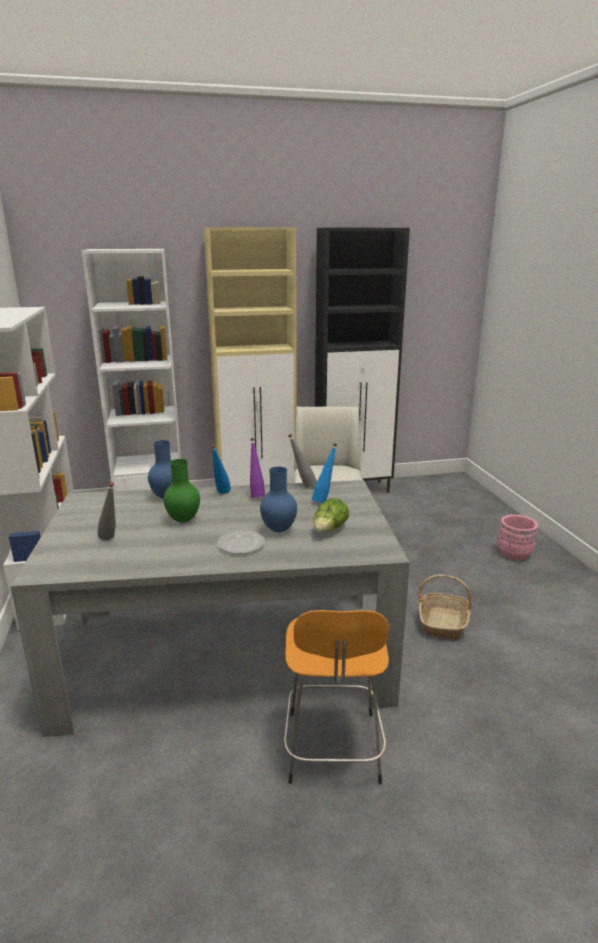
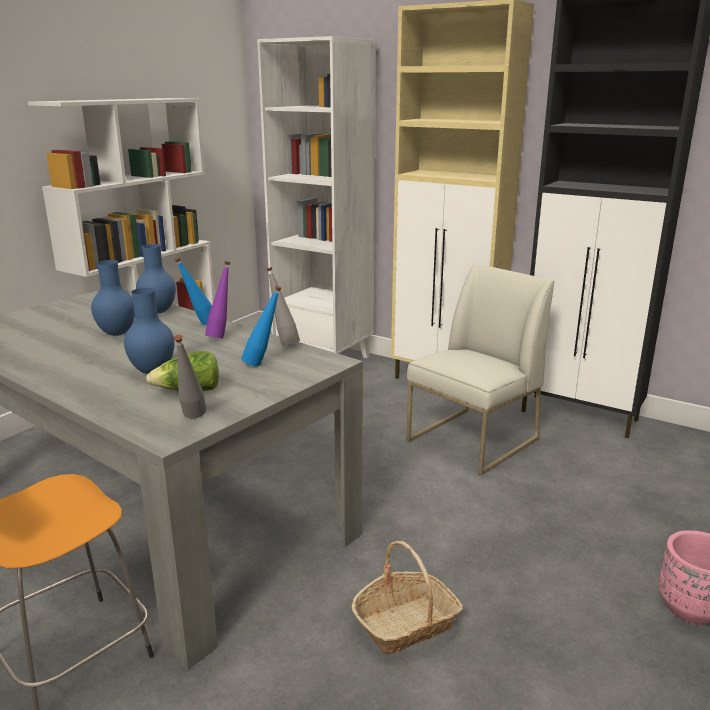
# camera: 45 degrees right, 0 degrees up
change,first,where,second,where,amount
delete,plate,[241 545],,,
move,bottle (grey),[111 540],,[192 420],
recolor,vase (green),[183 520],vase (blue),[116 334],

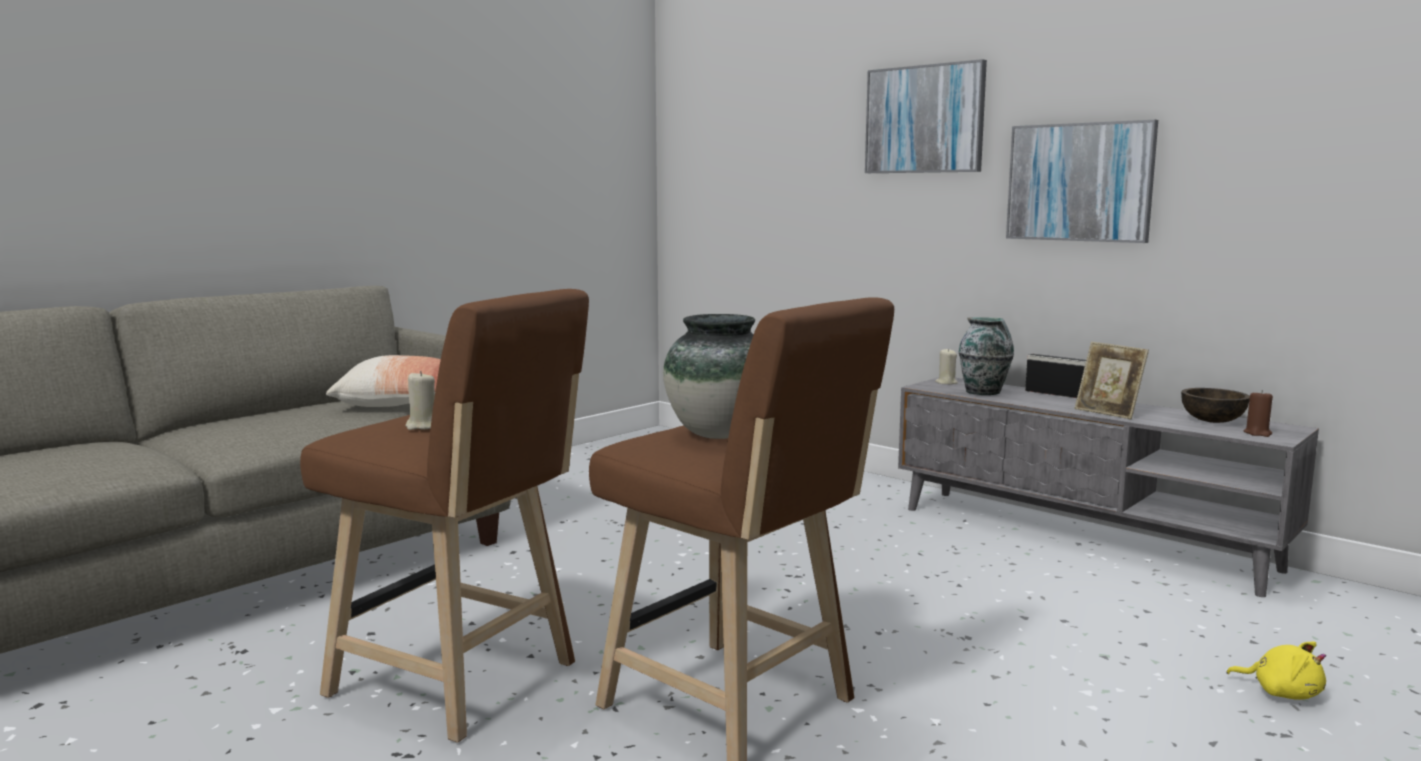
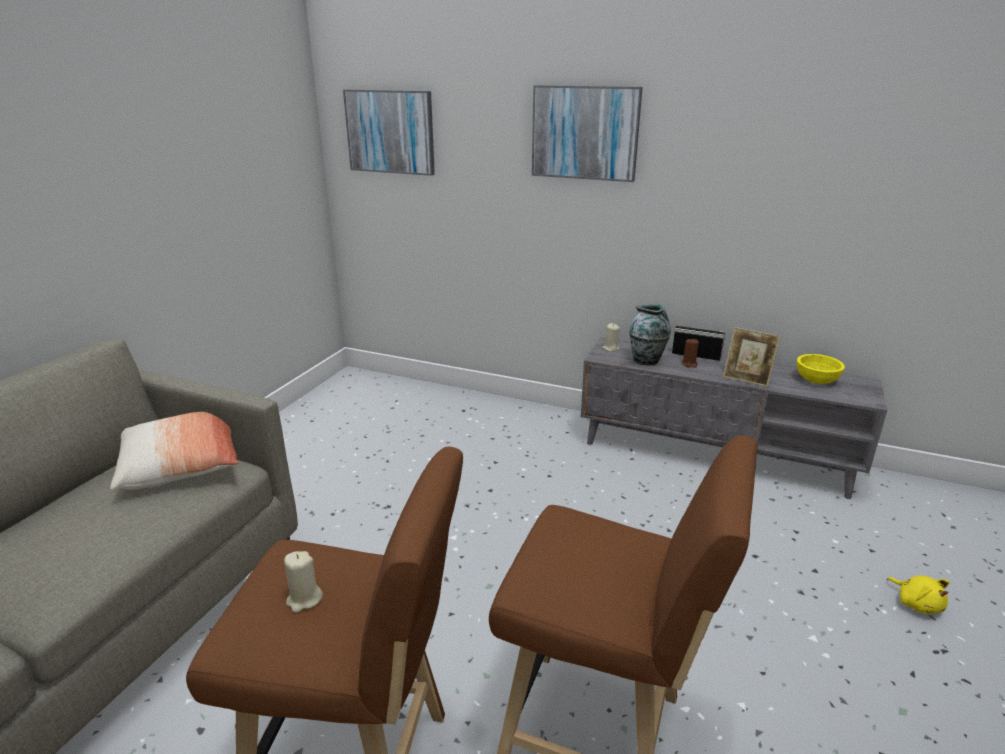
# camera: 20 degrees left, 15 degrees up
change,first,where,second,where,amount
delete,vase,[717 434],,,
move,picture,[1079 182],,[390 132],
move,candle (brown),[1257 433],,[689 364],
recolor,bowl (brown),[1212 421],bowl (yellow),[816 380],
rotate,plush toy (yellow),[1281 692],,[917 603],45 degrees clockwise

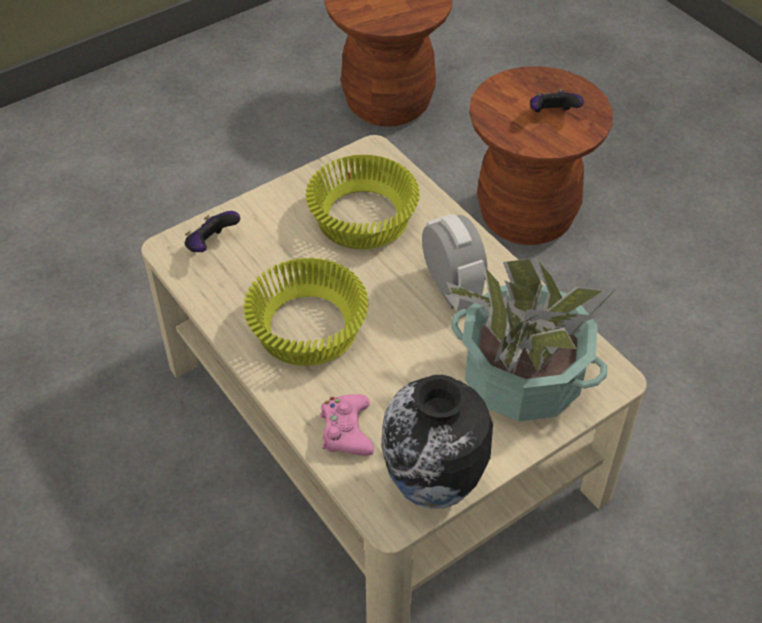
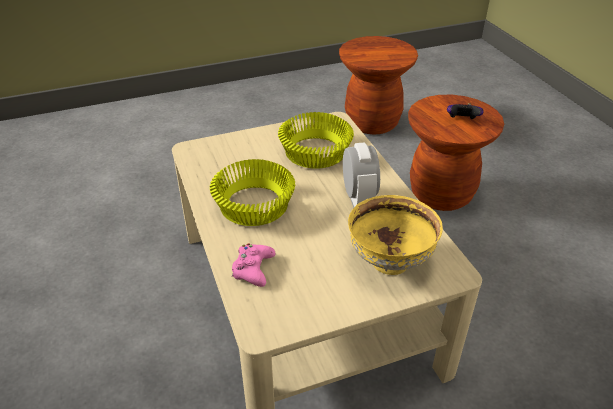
# camera: 15 degrees right, 10 degrees down
change,first,where,second,where,amount
delete,game controller,[211 245],,,
delete,vase,[433 488],,,
replace,potted plant,[522 379],bowl (yellow),[389 261],

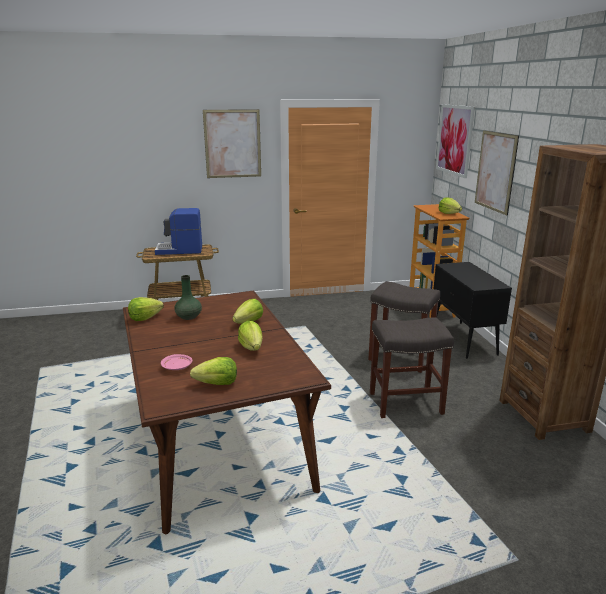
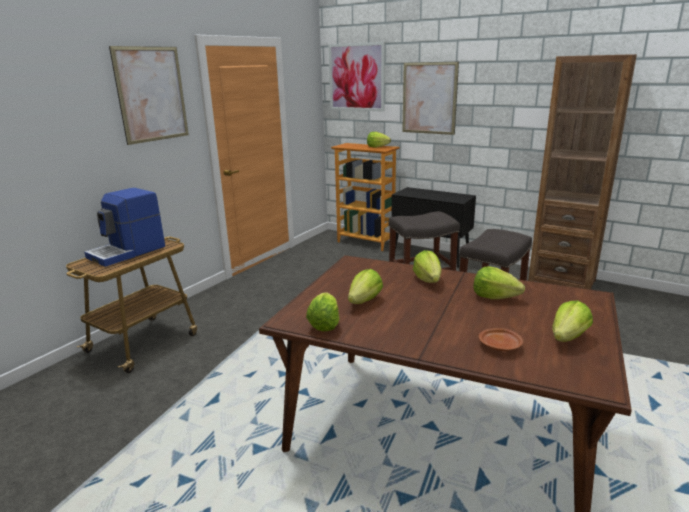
# camera: 45 degrees left, 0 degrees up
change,first,where,second,where,amount
replace,vase (green),[189 317],lettuce,[364 301],
recolor,plate (pink),[177 367],plate (brown),[500 346],

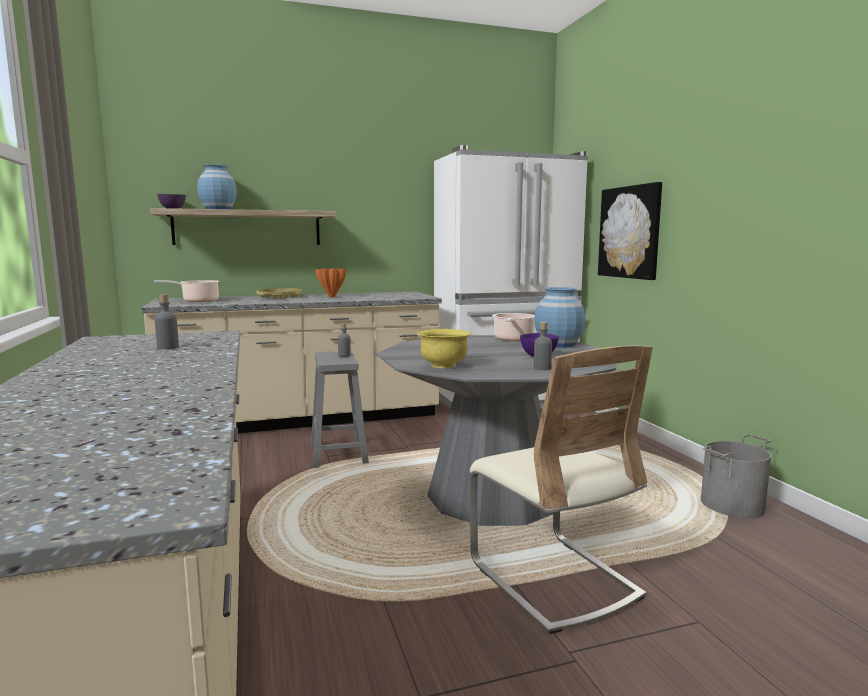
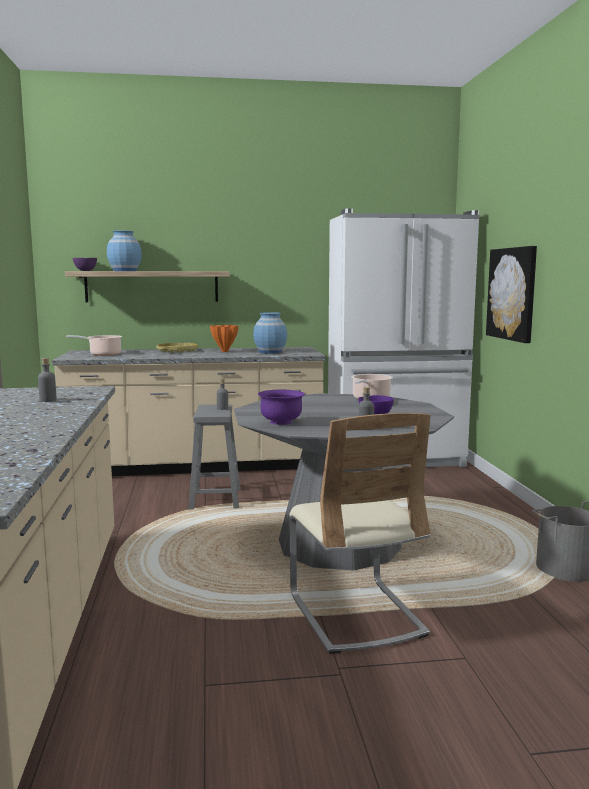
# camera: 10 degrees right, 0 degrees up
change,first,where,second,where,amount
move,vase (blue),[558 345],,[270 352],
recolor,bowl (yellow),[444 365],bowl (purple),[281 422],

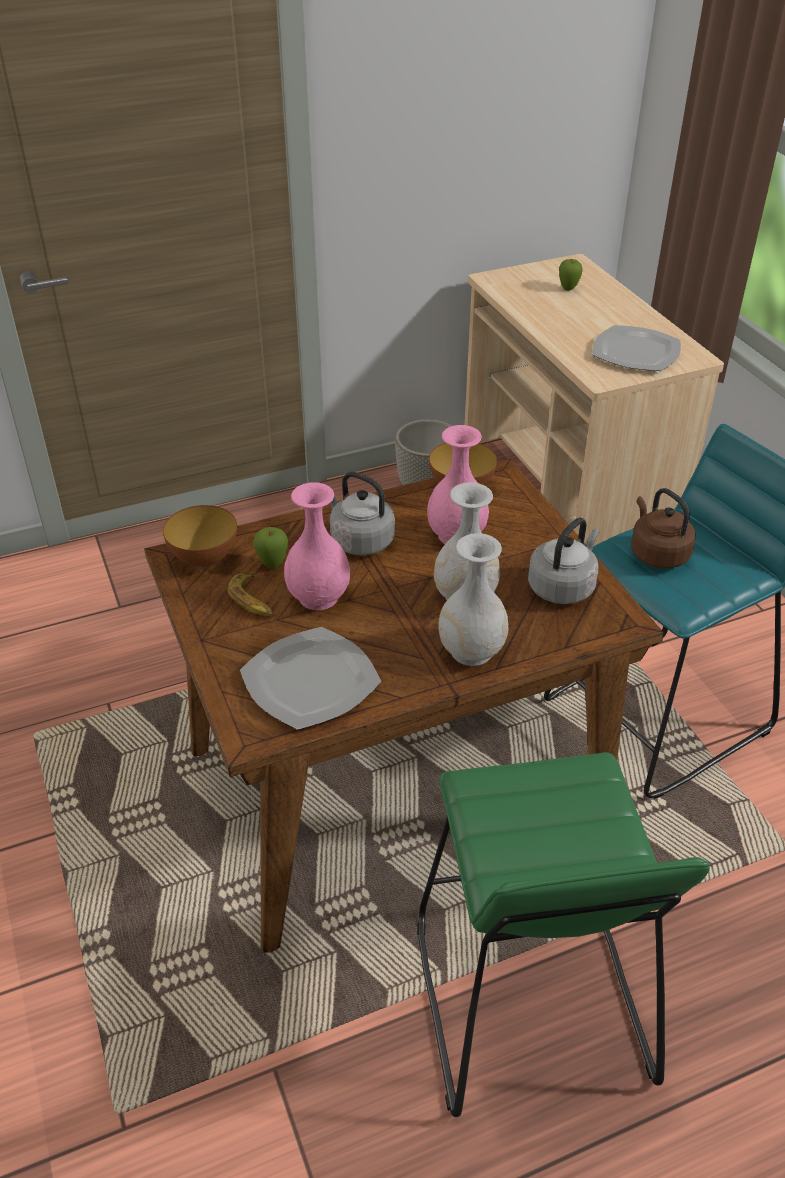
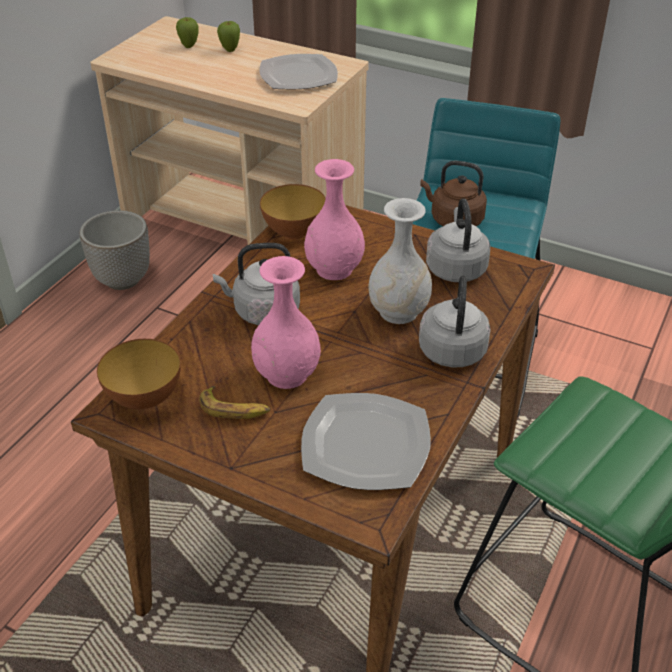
# camera: 40 degrees left, 0 degrees up
change,first,where,second,where,amount
move,apple,[272 565],,[230 50],
replace,vase (white),[471 650],kettle (grey),[452 348],

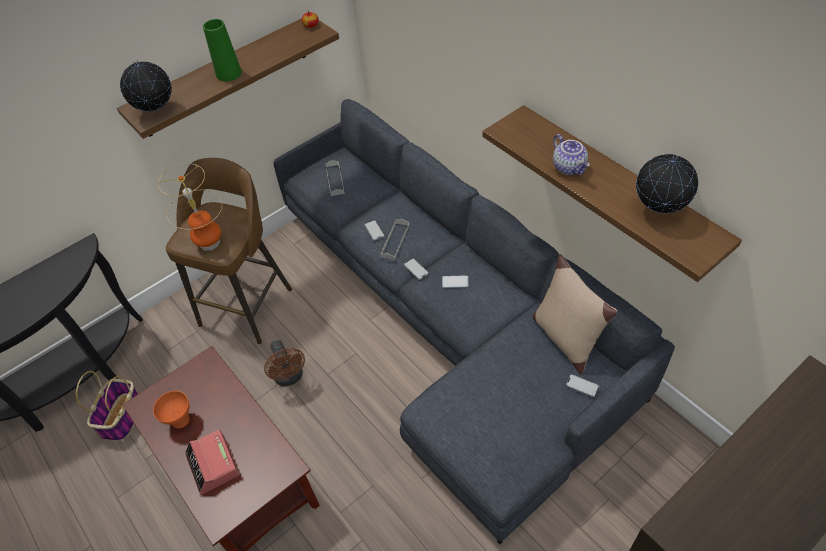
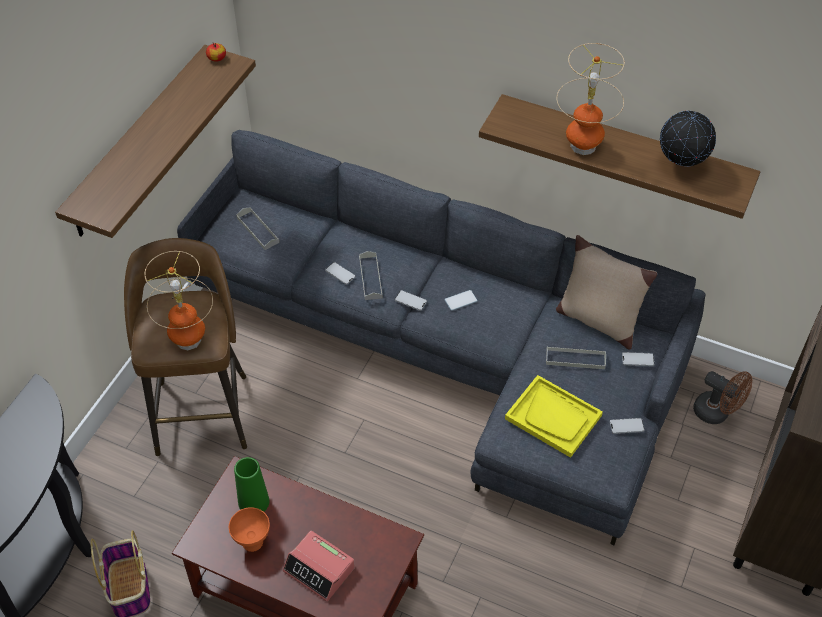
# camera: 30 degrees left, 0 degrees up
change,first,where,second,where,amount
delete,globe,[157 111],,,
insert,,,tray (yellow),[553 417],
insert,,,tray (grey),[575 359],
insert,,,phone,[626 426],
move,vase (green),[228 73],,[253 502],
move,fan (brown),[290 377],,[717 413],
replace,teapot,[569 167],table lamp,[583 145],

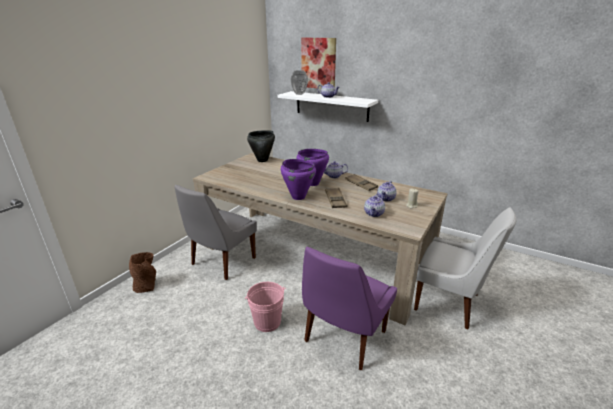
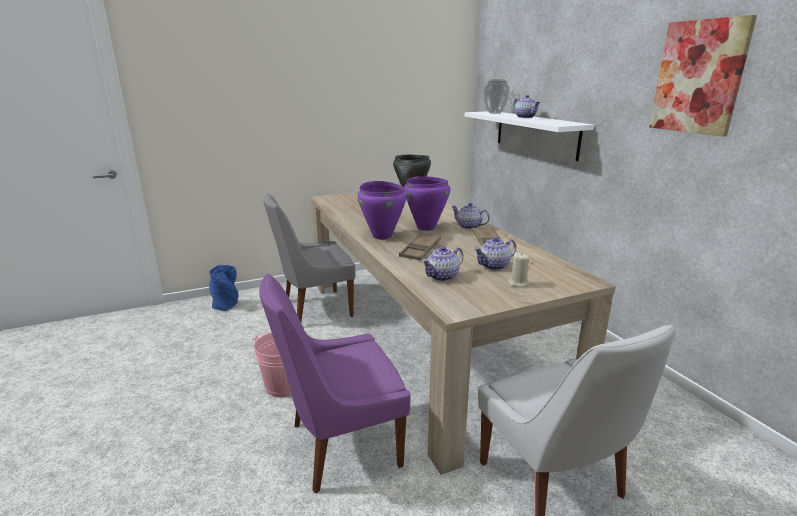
# camera: 35 degrees right, 5 degrees down
change,first,where,second,where,amount
move,picture,[318 63],,[699 77],
recolor,vase (brown),[147 286],vase (blue),[226 305],

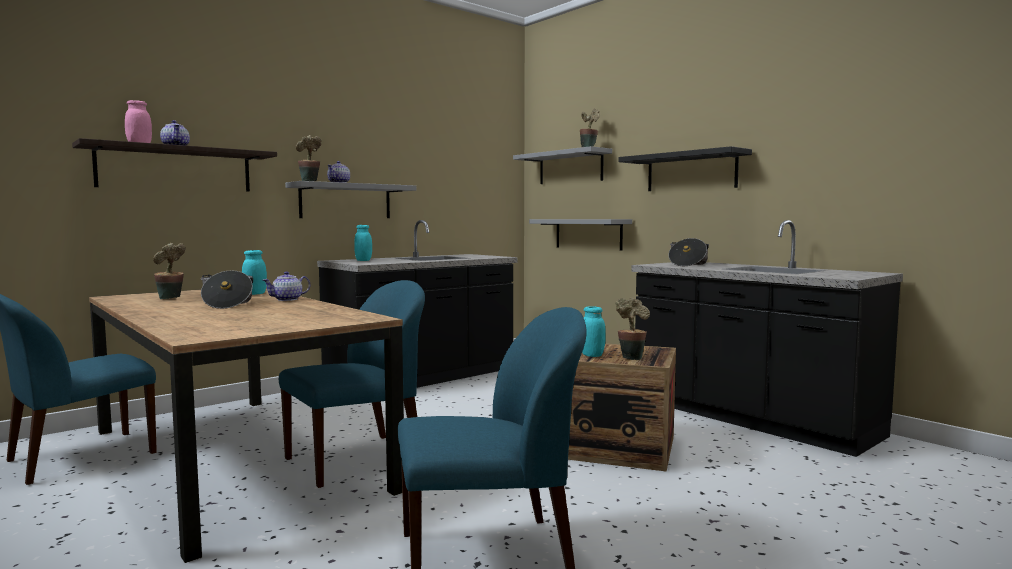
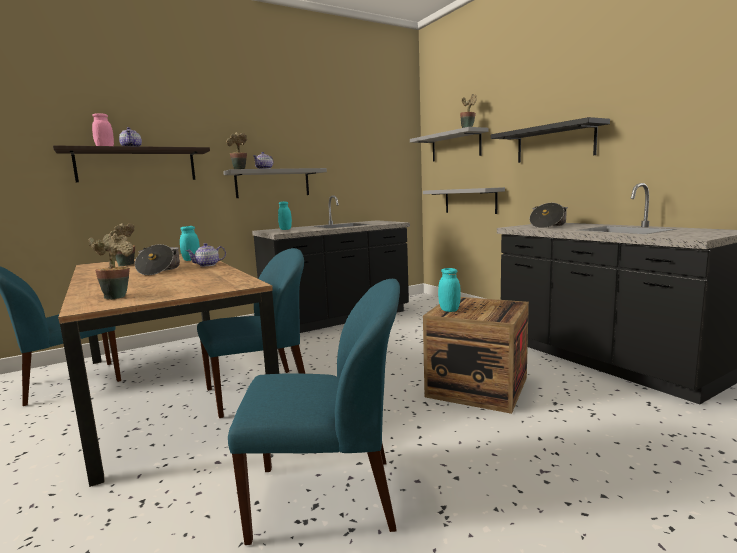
# camera: 10 degrees right, 5 degrees up
change,first,where,second,where,amount
move,potted plant,[631 357],,[117 296],

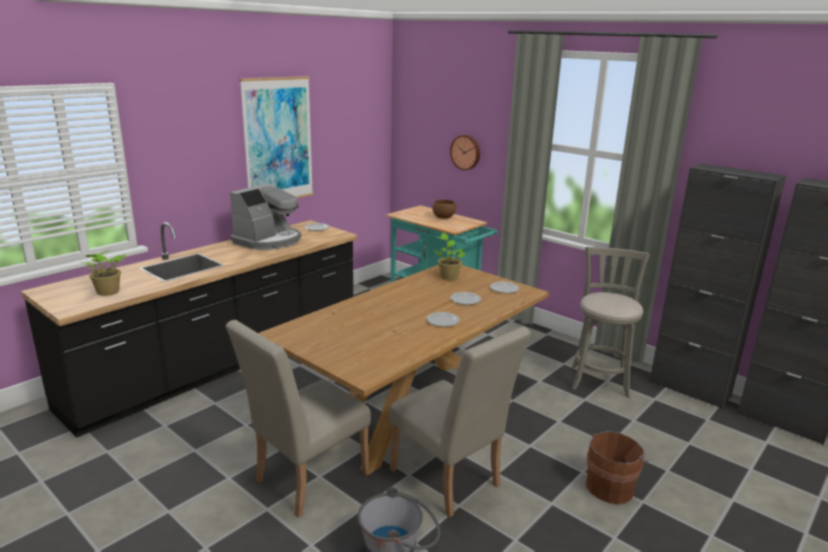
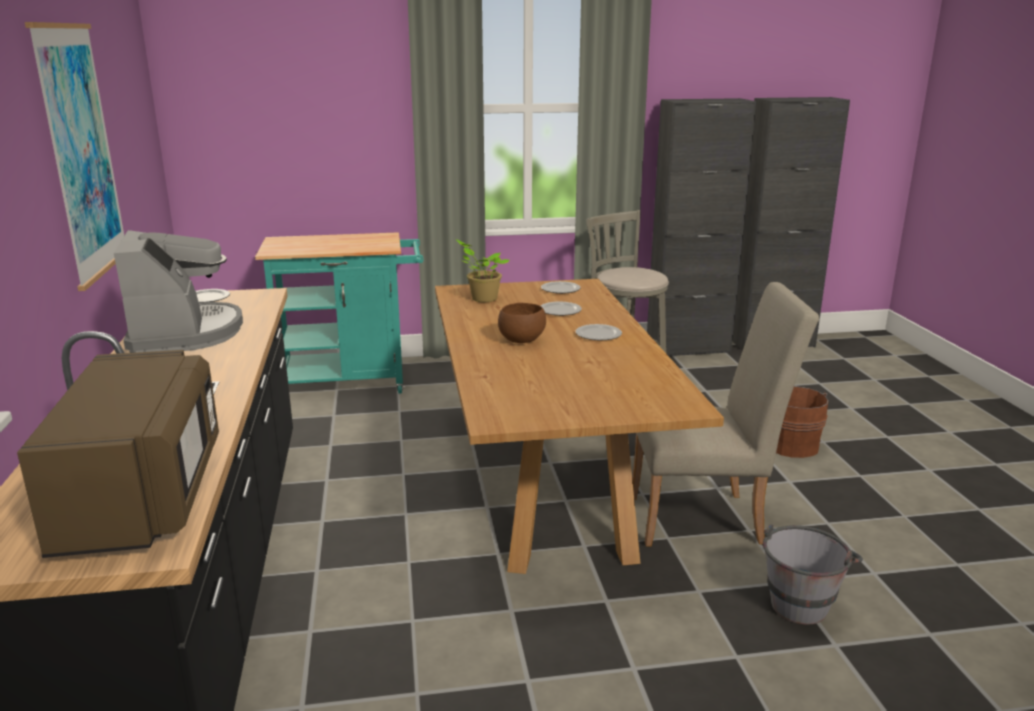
# camera: 50 degrees left, 0 degrees up
change,first,where,second,where,amount
delete,chair (beige),[305 480],,,
delete,wall clock,[466 152],,,
move,bowl (brown),[443 217],,[521 340],
replace,potted plant,[107 292],microwave (brown),[144 495],

